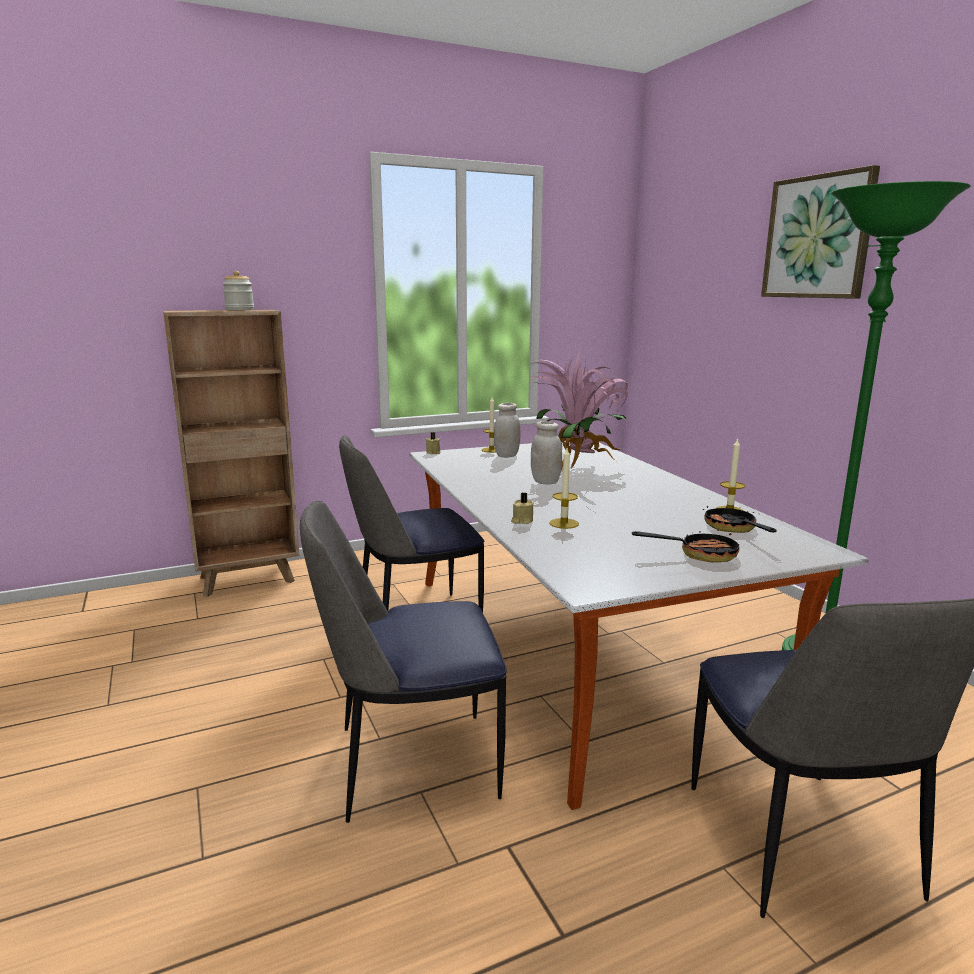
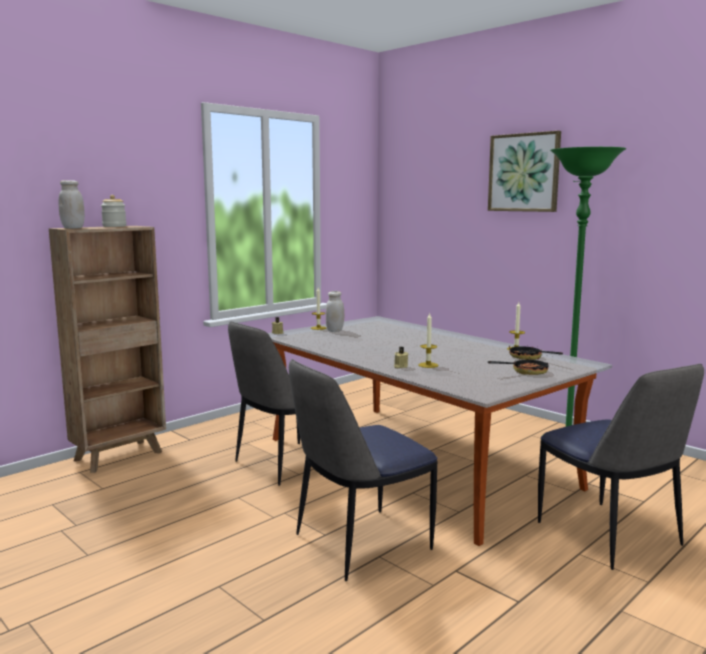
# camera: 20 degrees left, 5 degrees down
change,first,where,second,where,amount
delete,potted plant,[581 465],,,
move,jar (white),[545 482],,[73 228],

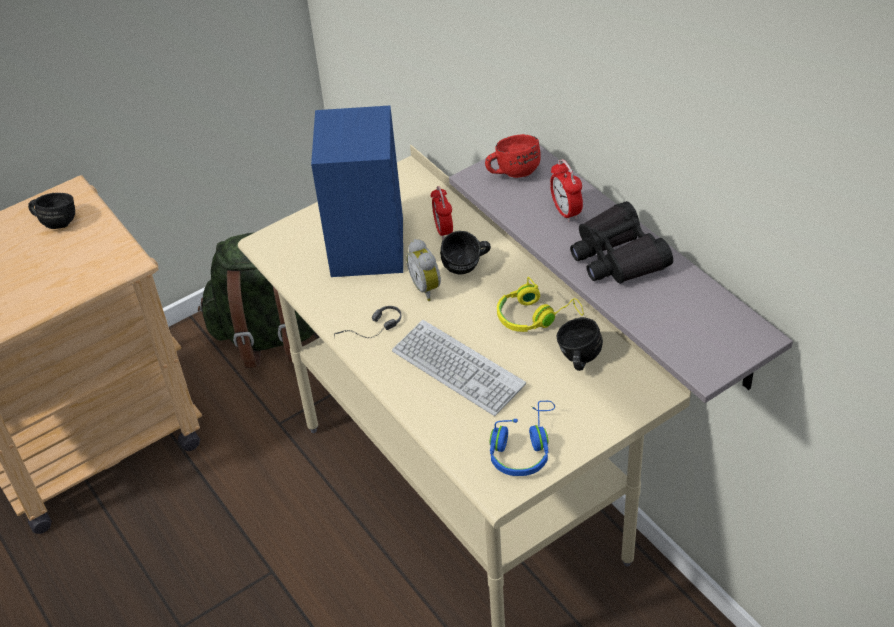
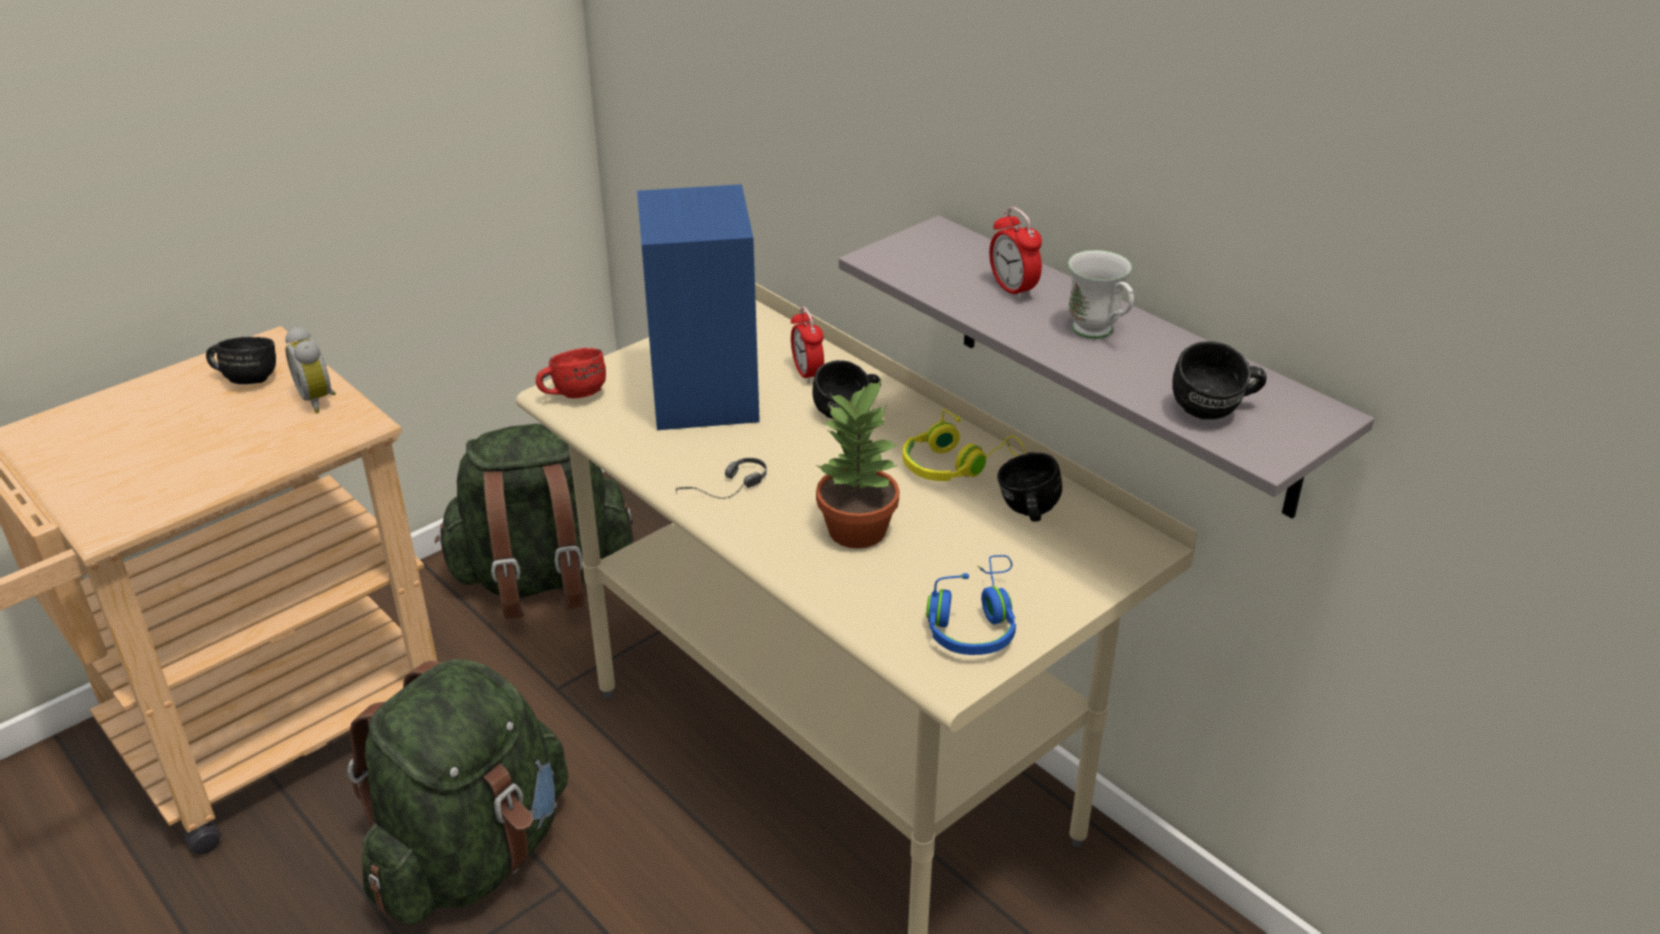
# camera: 10 degrees left, 10 degrees down
change,first,where,second,where,amount
insert,,,backpack (green),[473 855],
insert,,,mug (black),[1215 412],
move,alarm clock,[427 287],,[319 399],
move,mug (red),[512 172],,[572 394],
replace,keyboard,[458 369],potted plant,[859 531],
replace,binoculars (black),[617 256],mug (white),[1099 334],

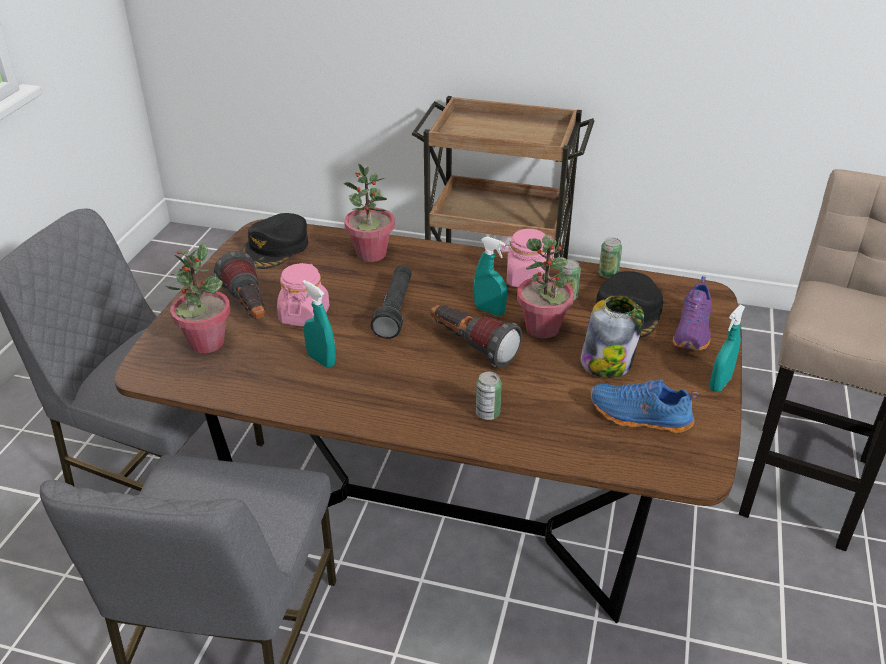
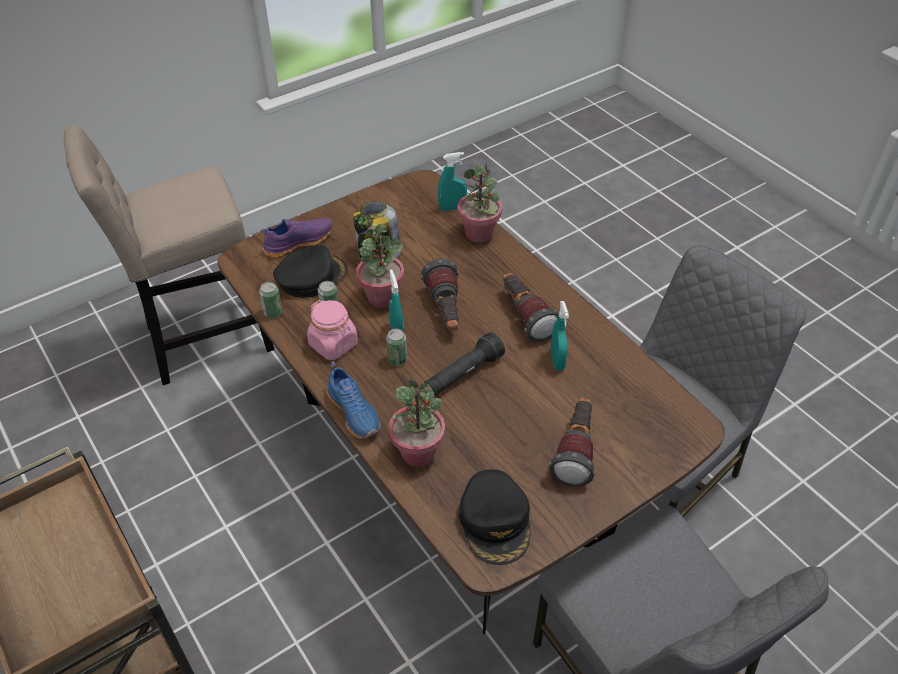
# camera: 140 degrees left, 10 degrees up
change,first,where,second,where,amount
delete,jar (pink),[304 315],,,
insert,,,flashlight,[524 316],
move,potted plant,[206 343],,[479 234],
move,can,[487 413],,[397 360],
move,shoe (blue),[639 417],,[355 412],
move,spray bottle (turquoise),[720 383],,[452 208],
rotate,cap (black),[276 248],,[496 521],105 degrees clockwise

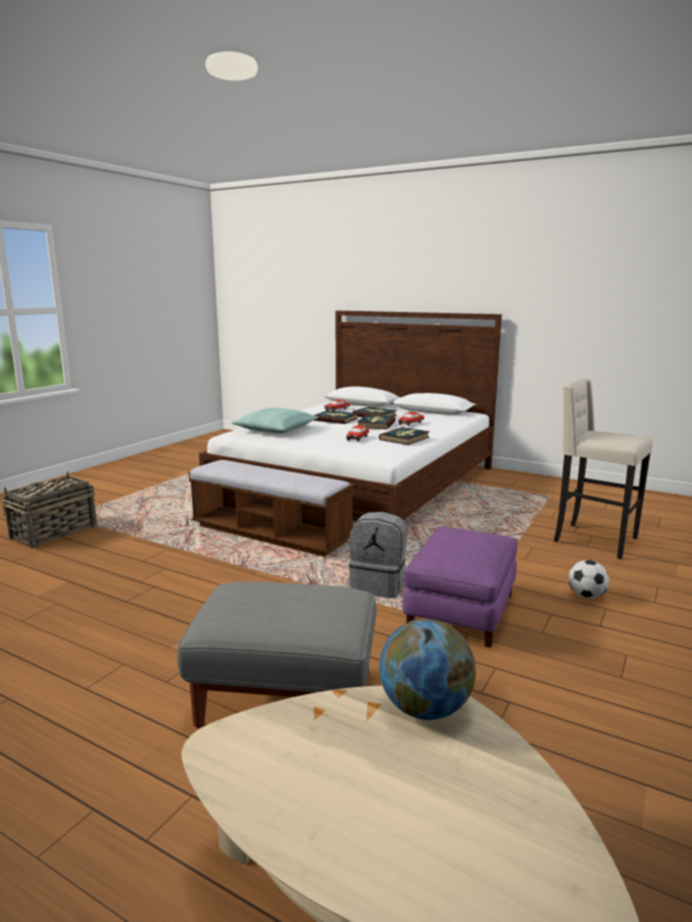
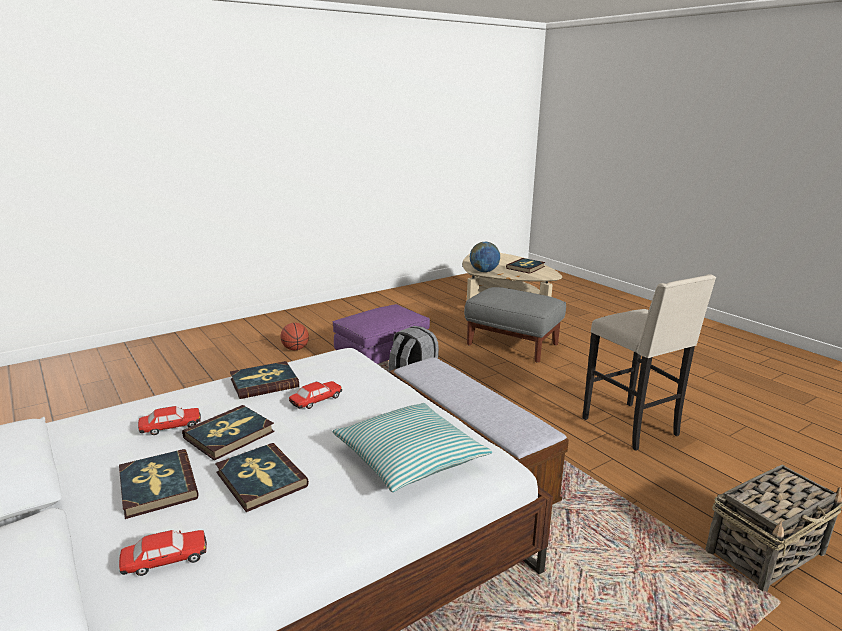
# camera: 155 degrees left, 5 degrees up
change,first,where,second,where,amount
insert,,,book,[525 267],
move,stool (beige),[593 540],,[632 427],
replace,football,[586 596],basketball,[295 349],

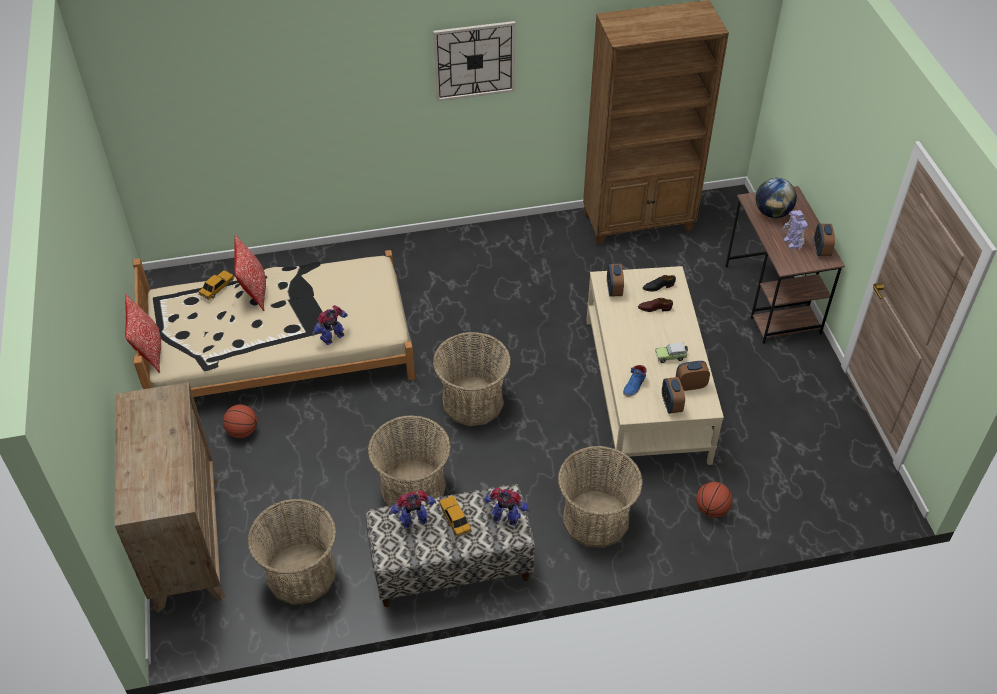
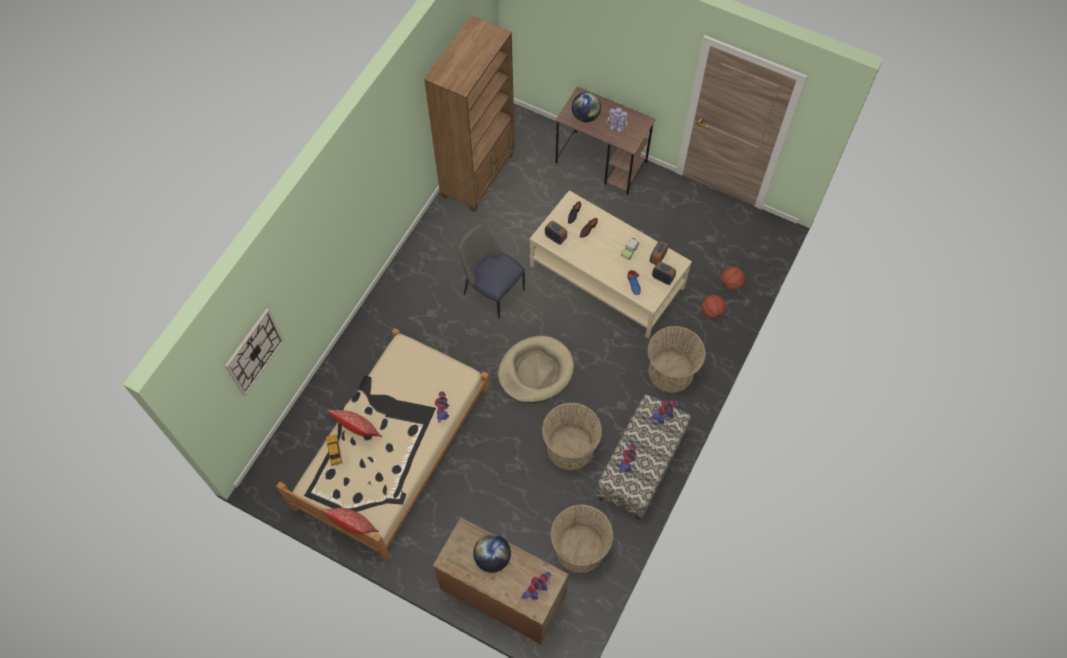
# camera: 50 degrees left, 15 degrees up
change,first,where,second,where,amount
delete,toy car,[455 519],,,
delete,alarm clock,[821 250],,,
insert,,,chair,[492 291],
insert,,,globe,[492 558],
insert,,,toy robot,[537 590],
move,basketball,[243 431],,[730 284],
move,wall clock,[474 61],,[254 352],
replace,basket,[472 402],dog bed (beige),[535 371],

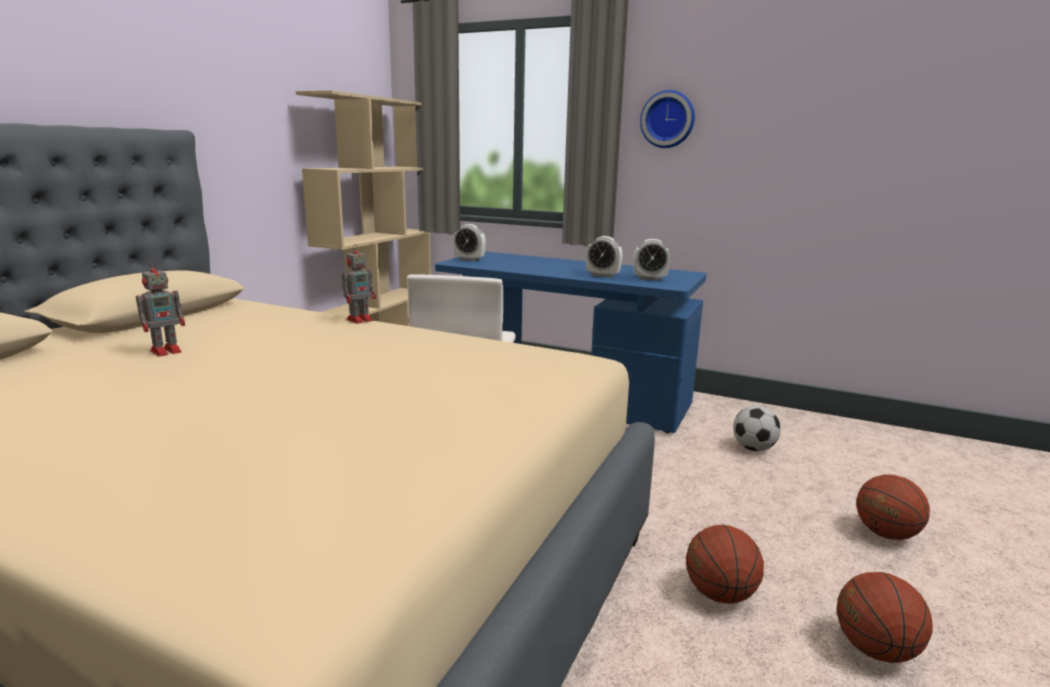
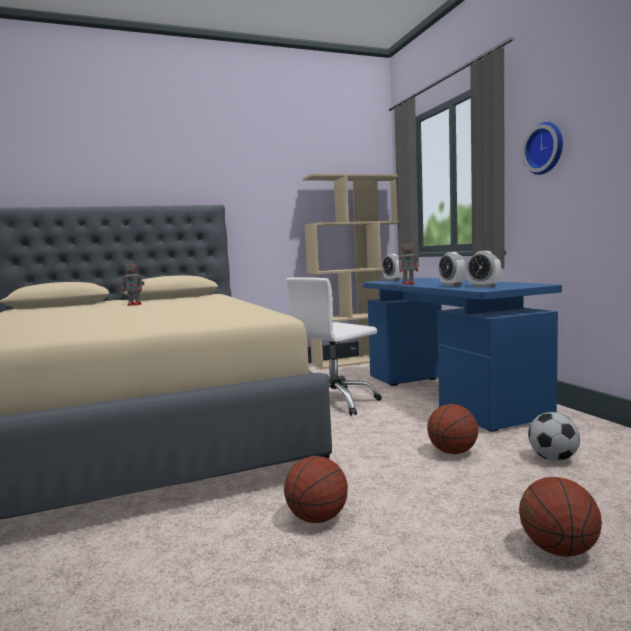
# camera: 45 degrees right, 10 degrees down
change,first,where,second,where,amount
move,toy robot,[360 319],,[409 284],
move,basketball,[874 649],,[452 452],

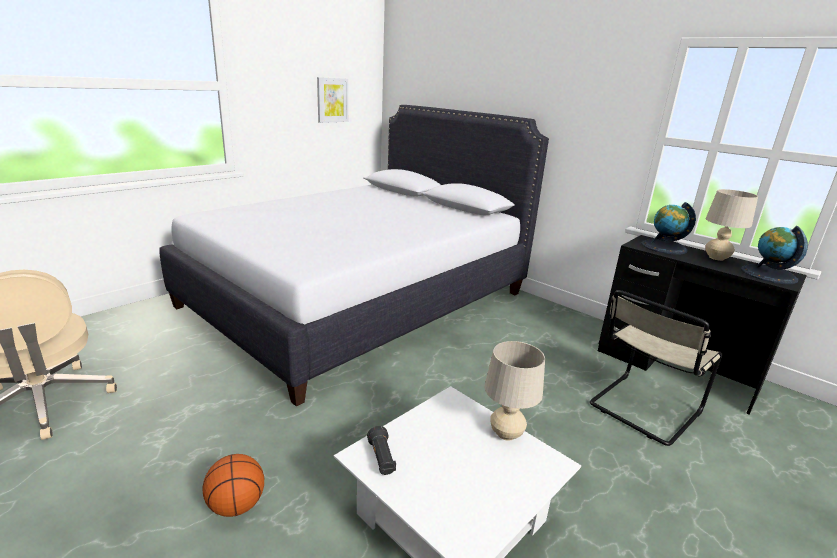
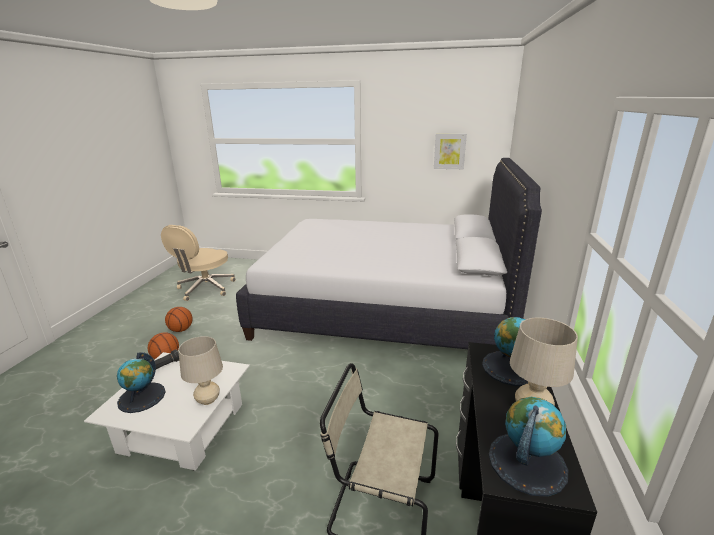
# camera: 60 degrees right, 0 degrees up
change,first,where,second,where,amount
insert,,,globe,[142 397],
insert,,,basketball,[181 330],

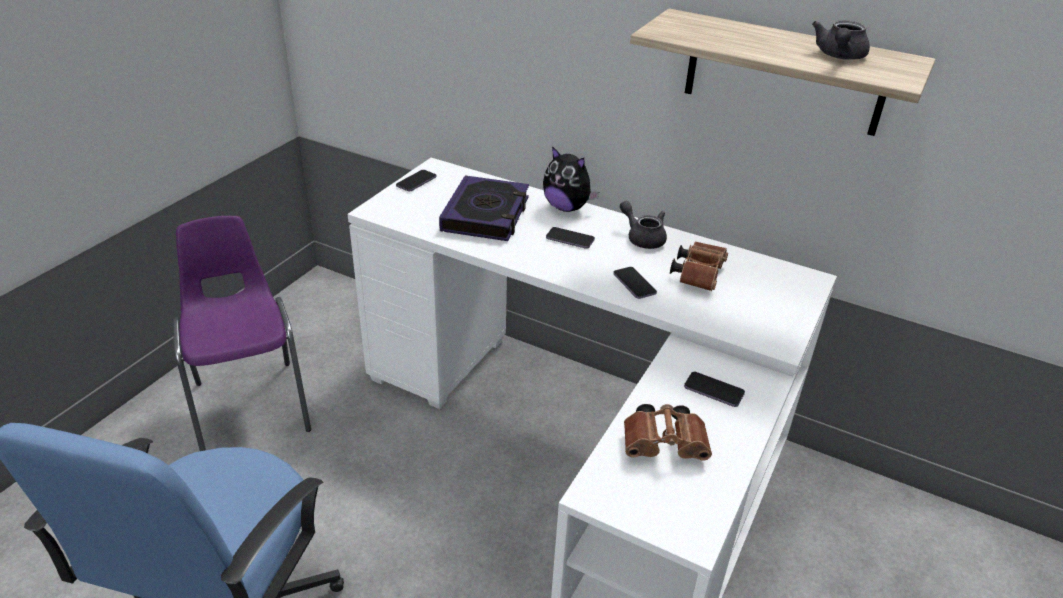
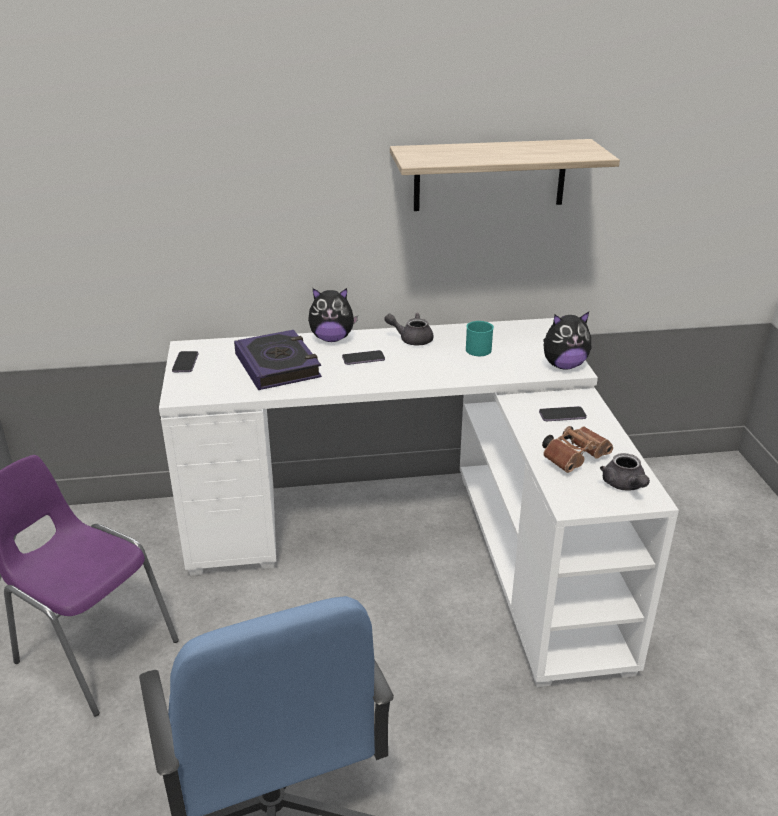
# camera: 35 degrees left, 5 degrees down
change,first,where,second,where,amount
delete,phone,[634 284],,,
insert,,,plush toy,[563 365],
move,teapot (grey),[839 56],,[624 485],
replace,binoculars (brown),[698 274],mug (turquoise),[477 348],

